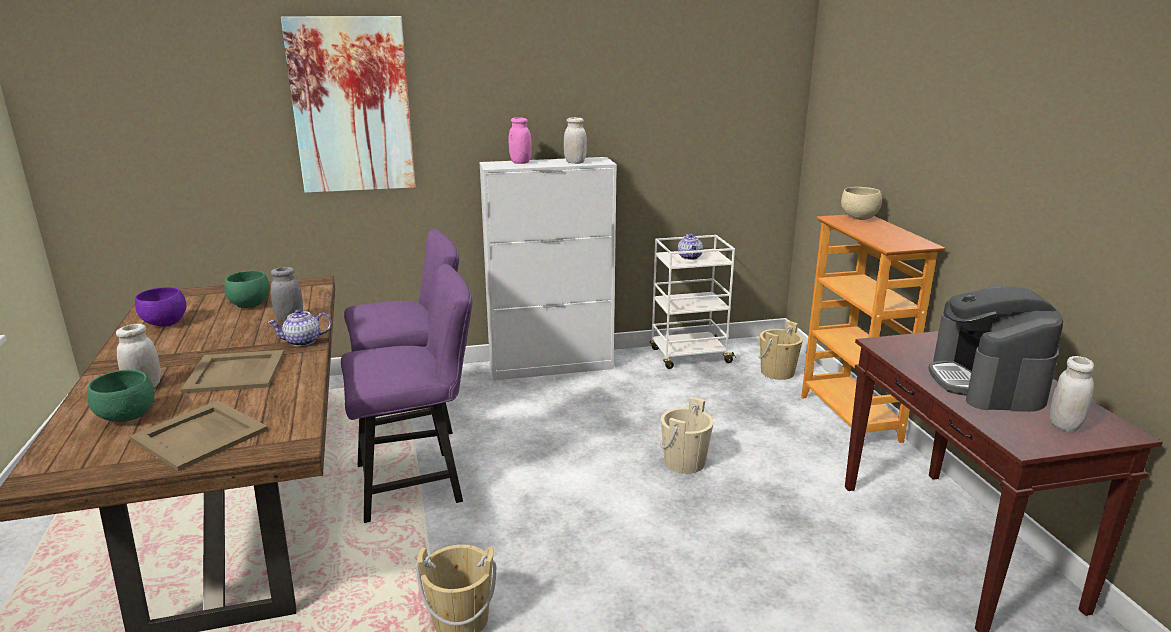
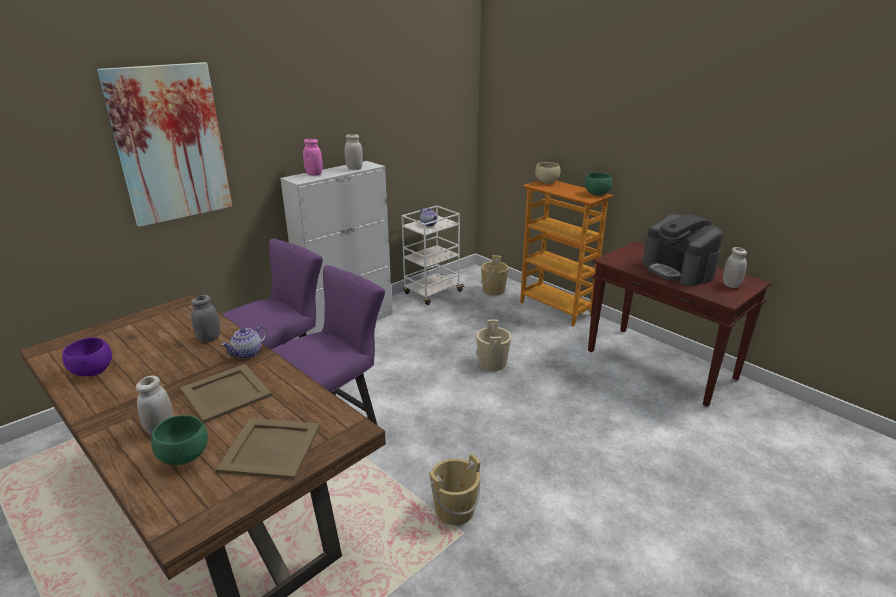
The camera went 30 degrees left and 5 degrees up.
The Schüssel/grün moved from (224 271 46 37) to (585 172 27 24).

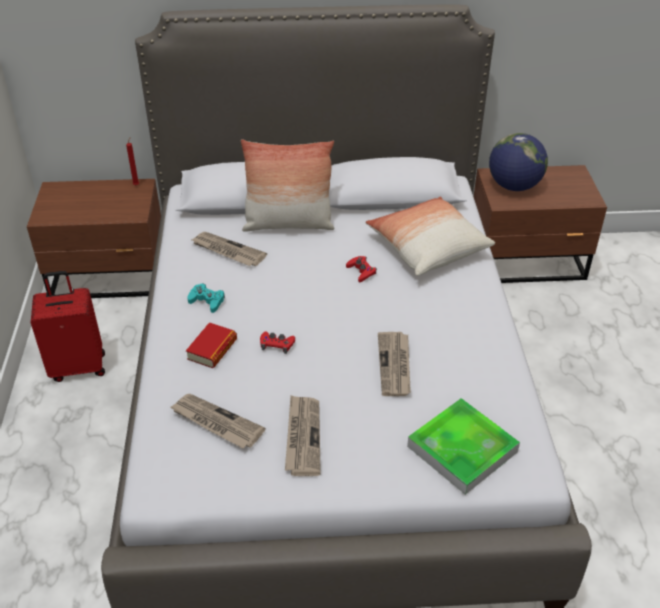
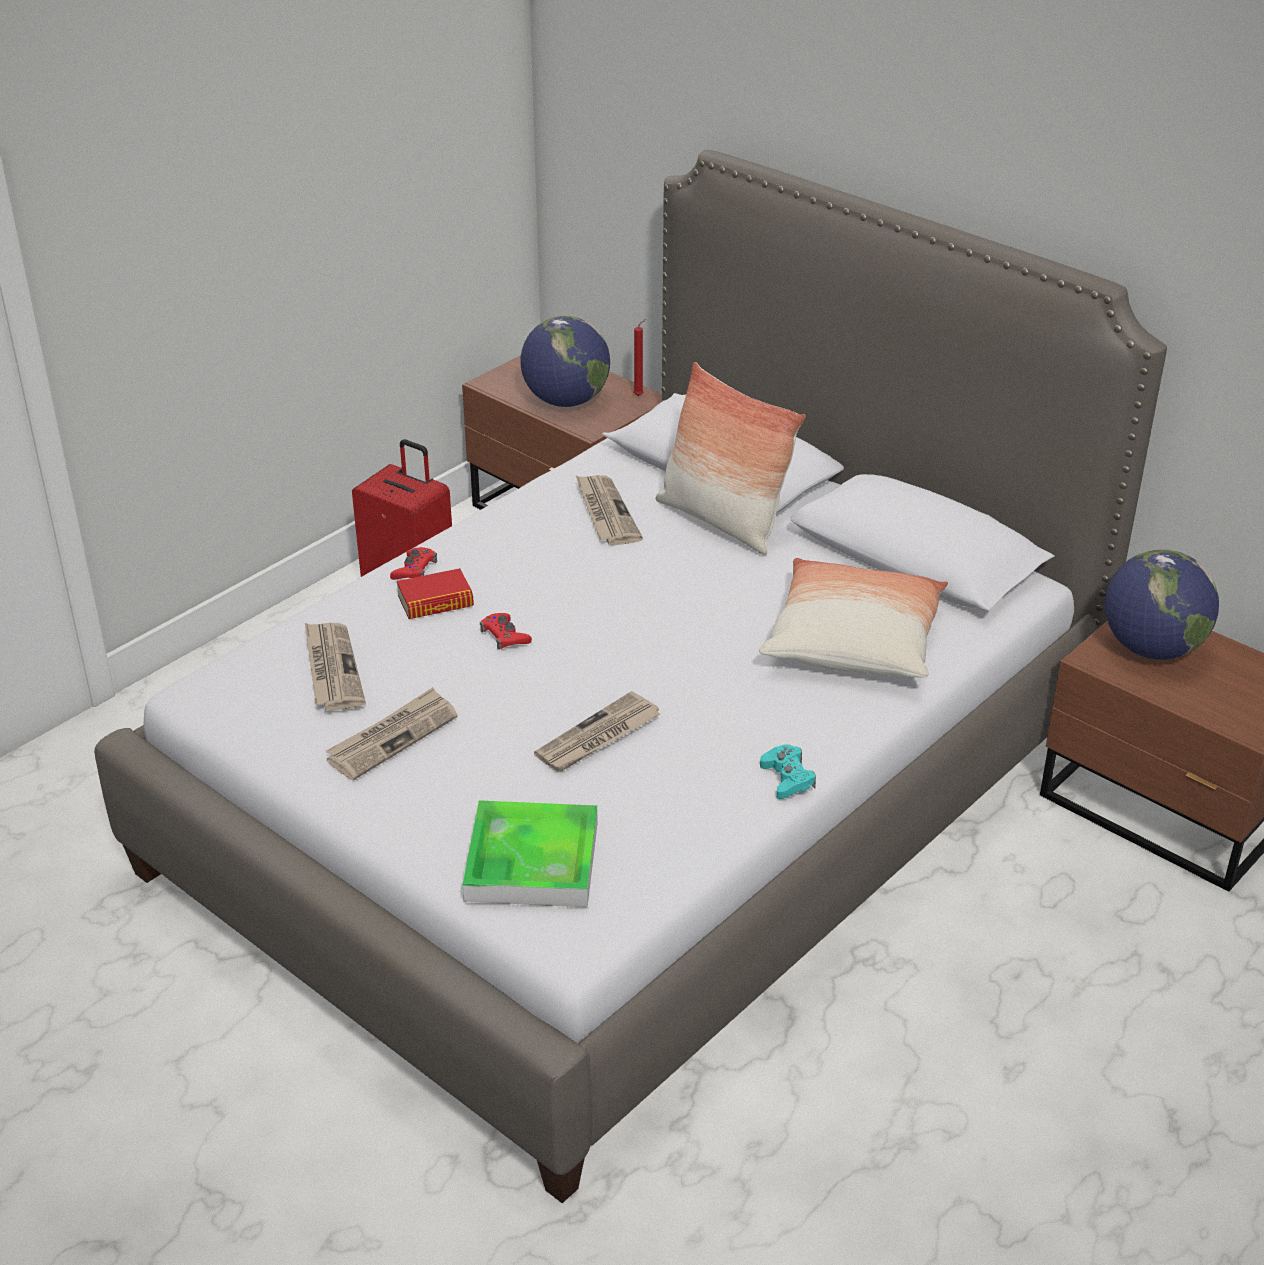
The camera went 45 degrees right and 5 degrees down.
The Gamepad/türkis moved from (187 283 38 30) to (760 744 56 55).
The Gamepad/rot moved from (346 256 31 26) to (390 547 47 33).
The Globus at (521 316 89 91) appeared.

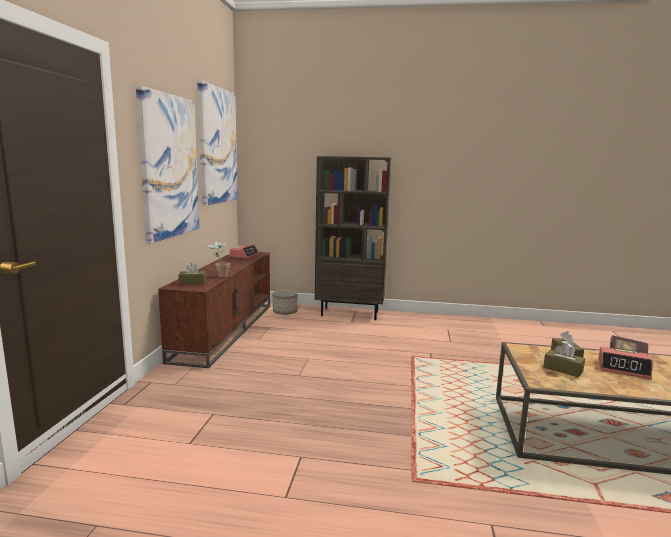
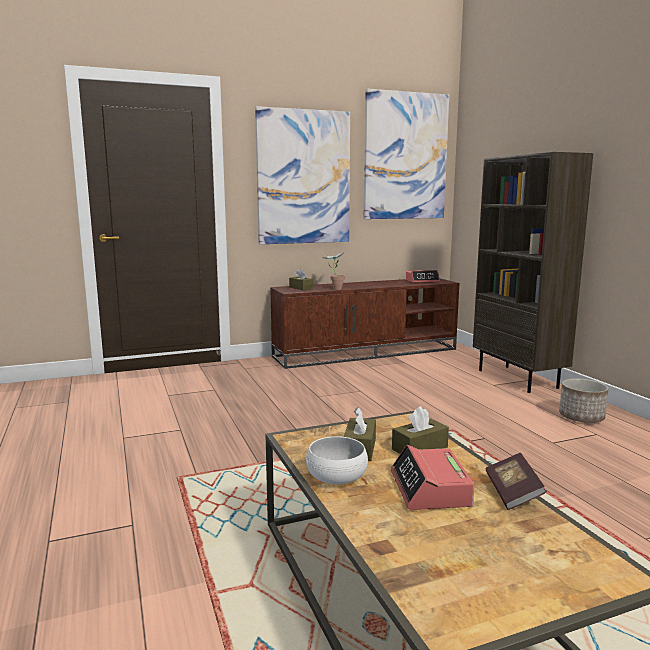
The camera went 60 degrees right and 0 degrees up.
The Pflanzkübel moved from (273 290 25 25) to (559 378 50 45).
The Schüssel/weiß at (306 436 62 49) appeared.

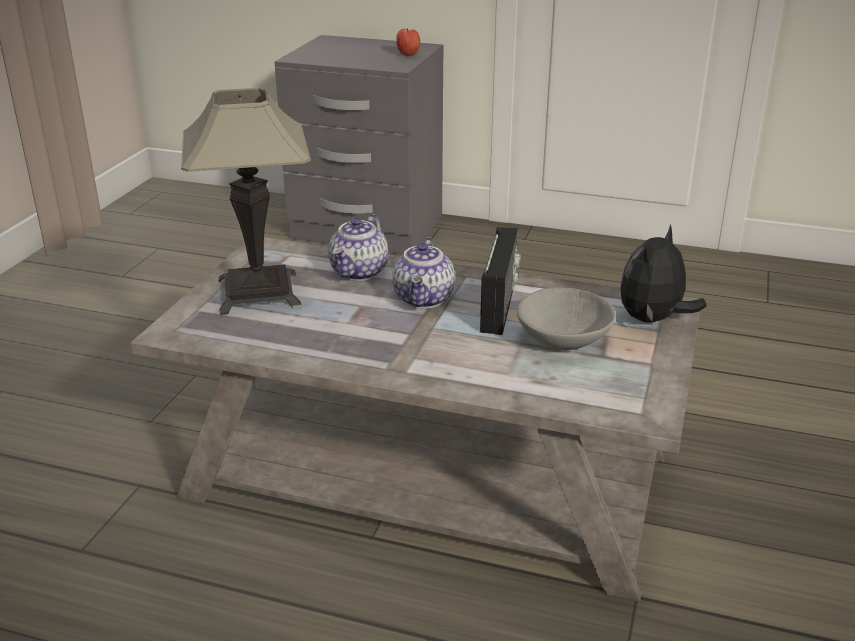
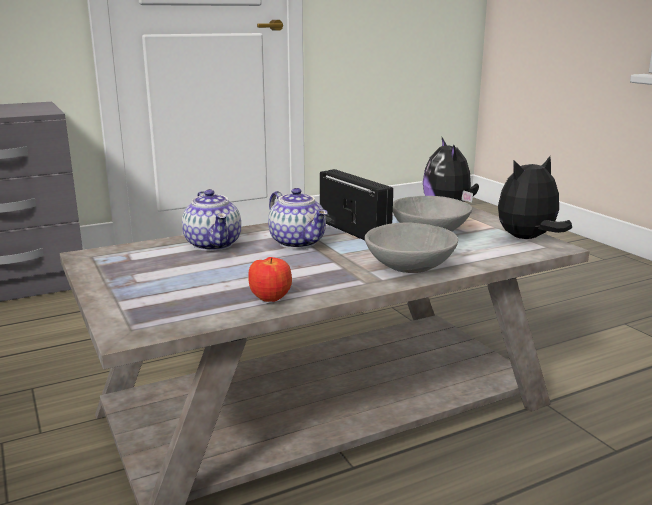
The camera went 45 degrees left and 10 degrees down.
The Tischlampe at (181 88 130 227) disappeared.
The Apfel moved from (396 28 24 28) to (248 257 44 45).
The Schüssel/grau at (365 222 93 51) appeared.
The Plüschtier at (498 156 74 83) appeared.

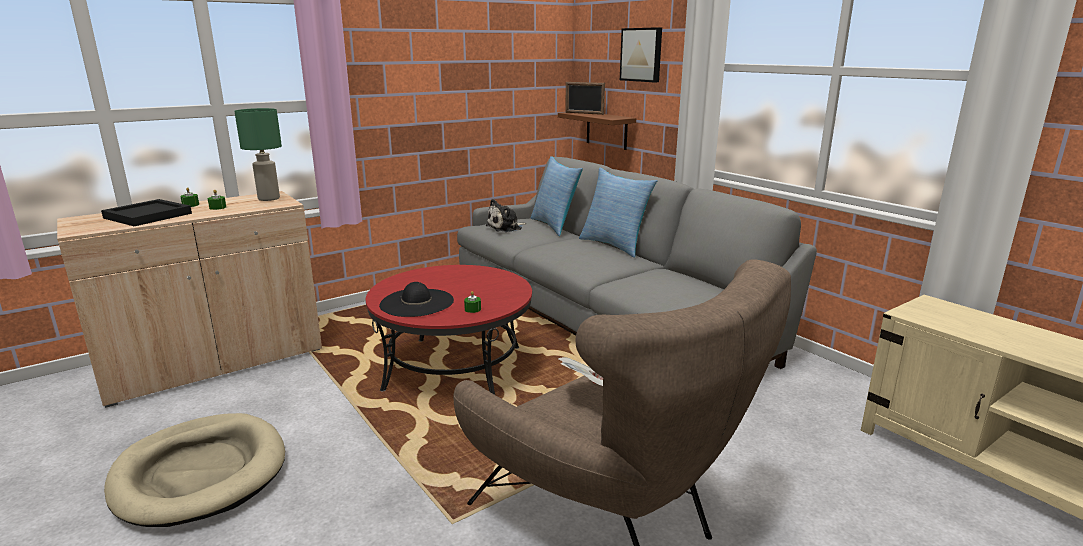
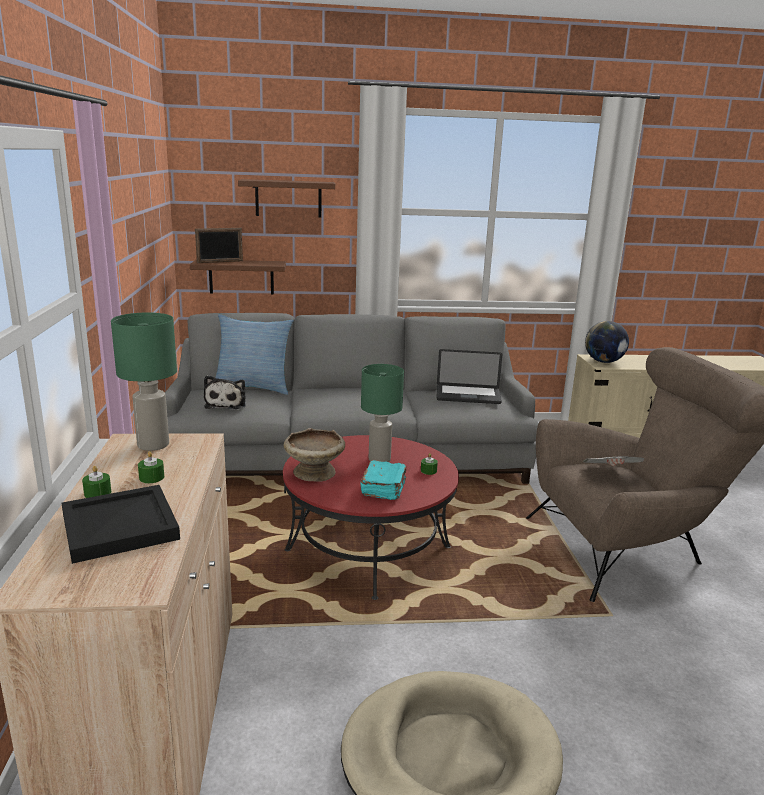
The camera went 60 degrees left and 0 degrees up.
The Hut/schwarz at (379 282 75 35) was replaced by the Buch/türkis at (360 460 46 40).
The Kissen at (579 168 79 90) disappeared.
The Bild at (620 27 42 55) was replaced by the Wandregal/braun at (238 179 97 39).
The Schüssel/beige at (284 428 61 54) appeared.
The Tischlampe/grün at (361 364 43 98) appeared.
The Laptop at (437 349 65 55) appeared.
The Globus at (585 321 44 42) appeared.

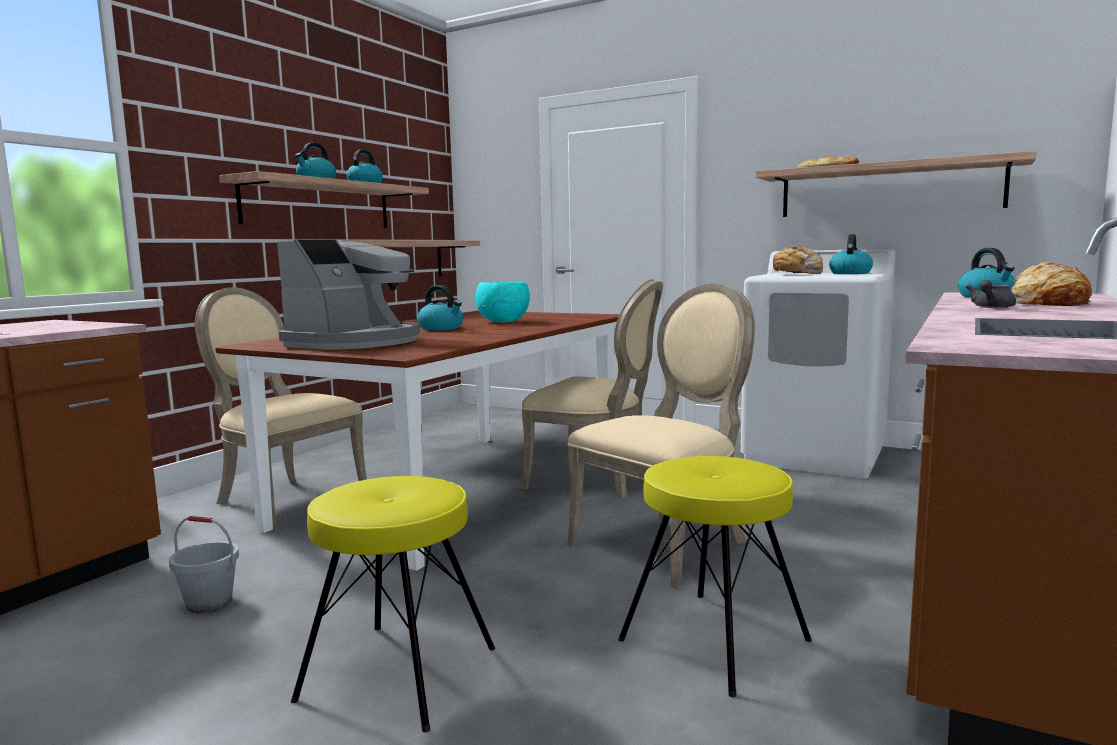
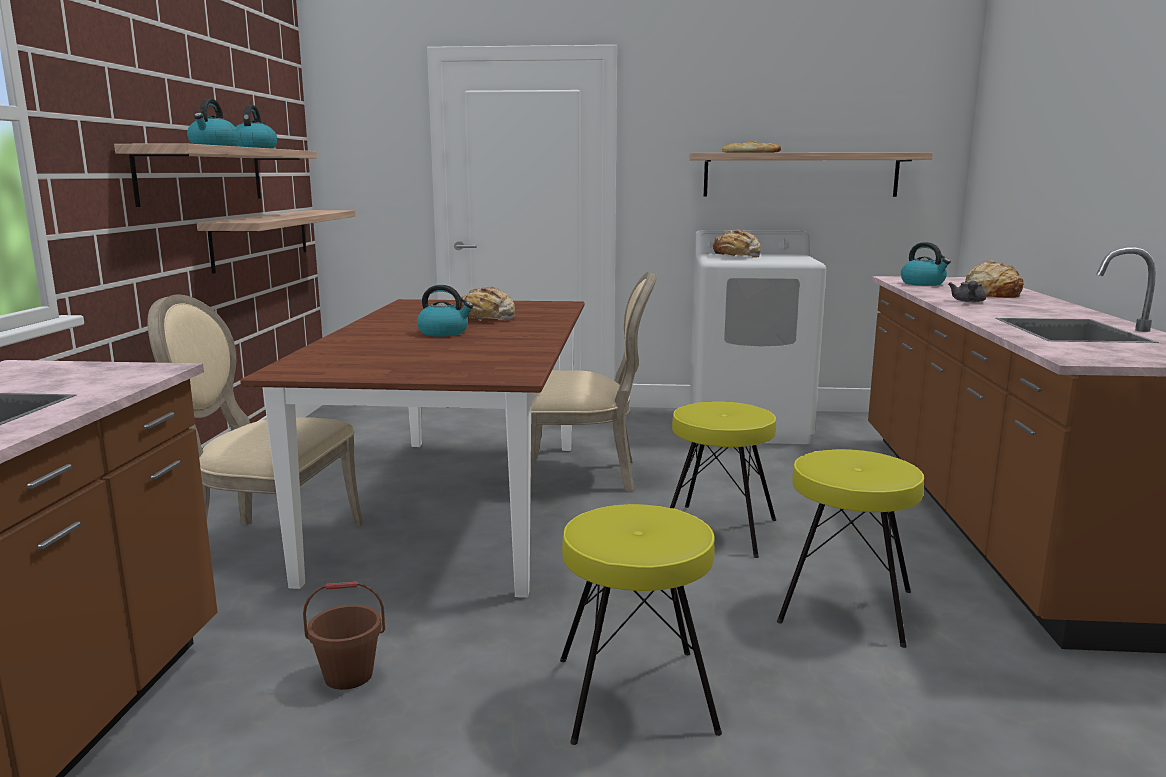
The camera went 25 degrees left and 5 degrees up.
The Eimer/grau at (169 516 70 97) became the Eimer/braun at (303 582 82 108).
The Kaffeemaschine at (277 240 143 110) disappeared.
The Schüssel/türkis at (475 282 55 40) was replaced by the Brot at (461 287 54 34).
The Stuhl/beige at (567 283 188 306) was replaced by the Hocker/gelb at (670 401 106 157).
The Wasserkessel at (829 234 44 40) disappeared.

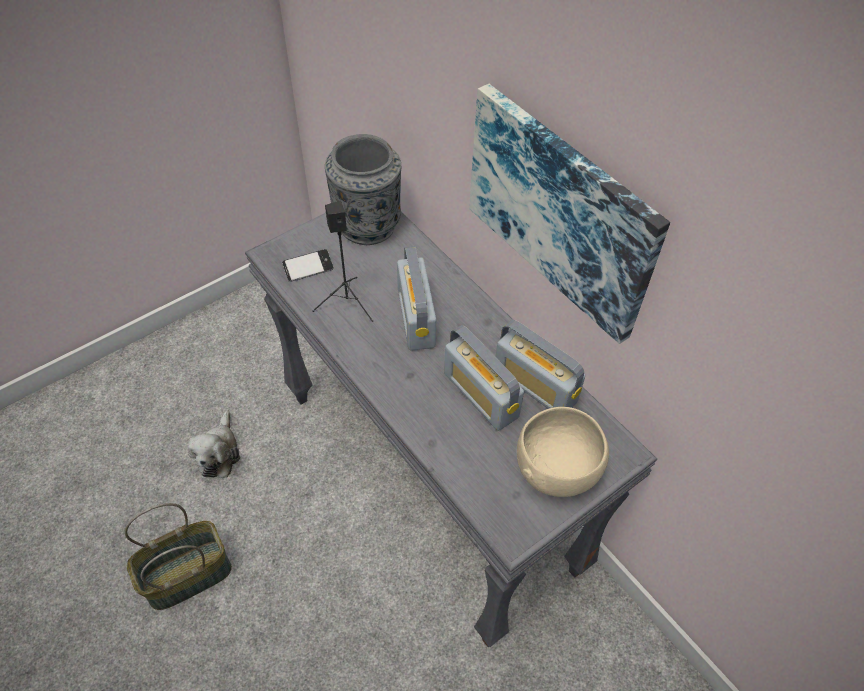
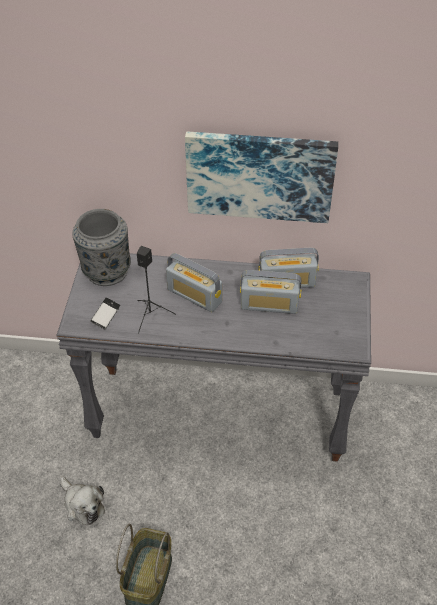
The camera went 45 degrees left and 5 degrees down.
The Schüssel/beige at (517 407 92 90) disappeared.

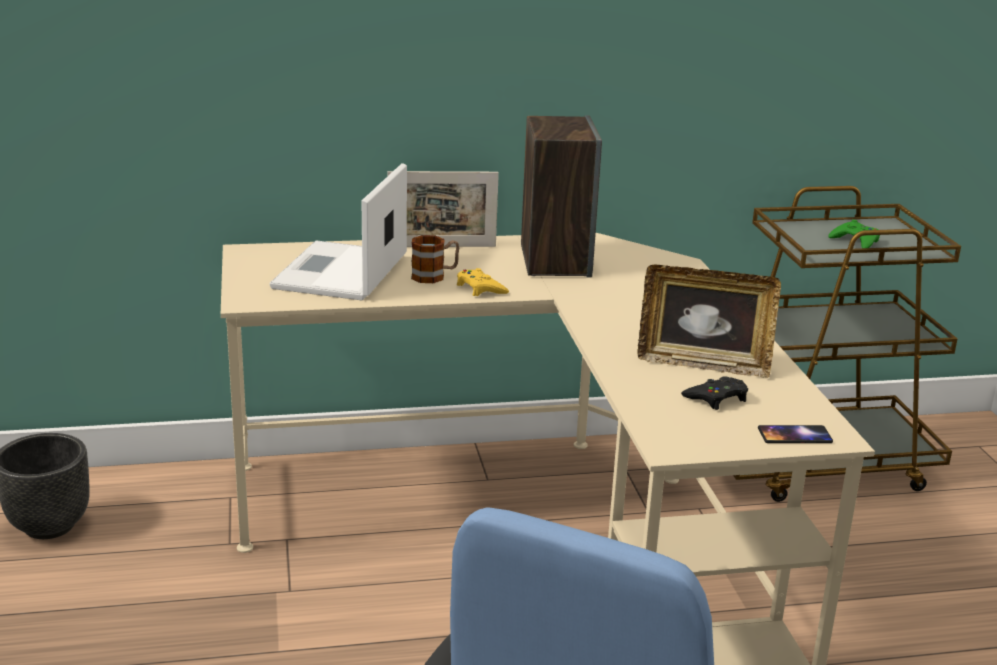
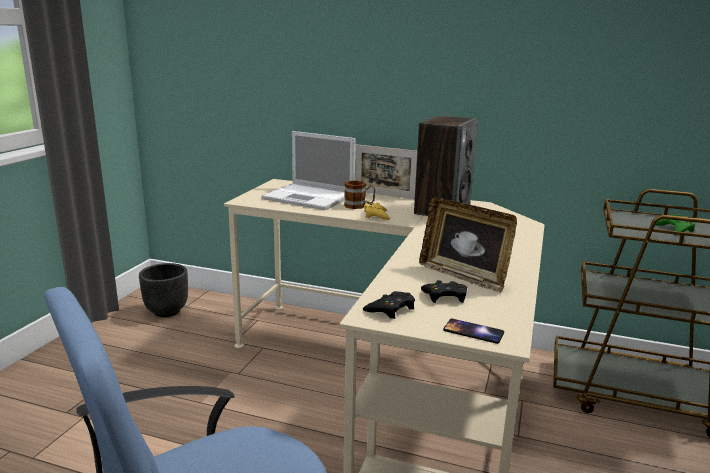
The camera went 30 degrees right and 5 degrees down.
The Laptop at (269 163 138 138) turned 105 degrees counterclockwise.
The Gamepad/schwarz at (363 291 52 28) appeared.

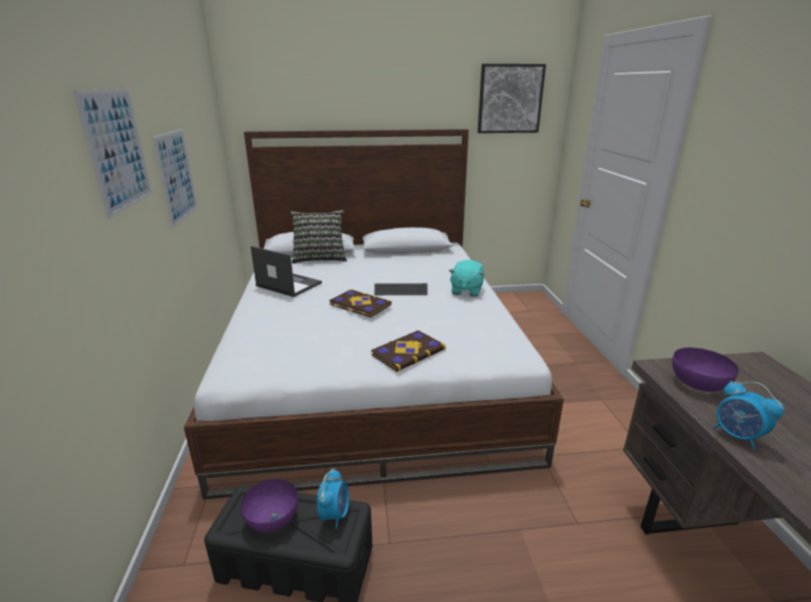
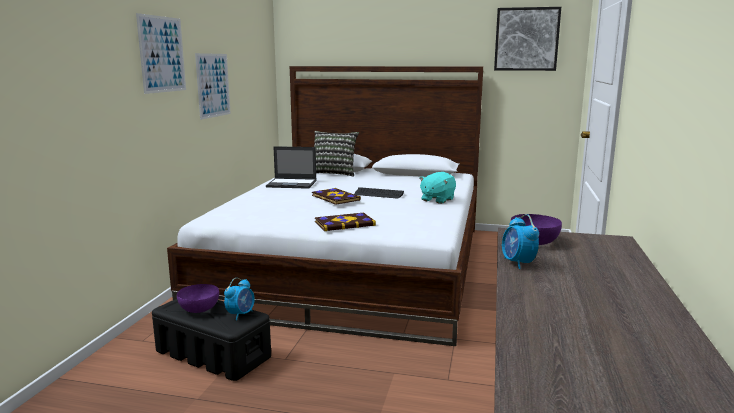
The camera went 20 degrees right and 10 degrees down.
The Laptop at (251 246 71 51) turned 135 degrees clockwise.

